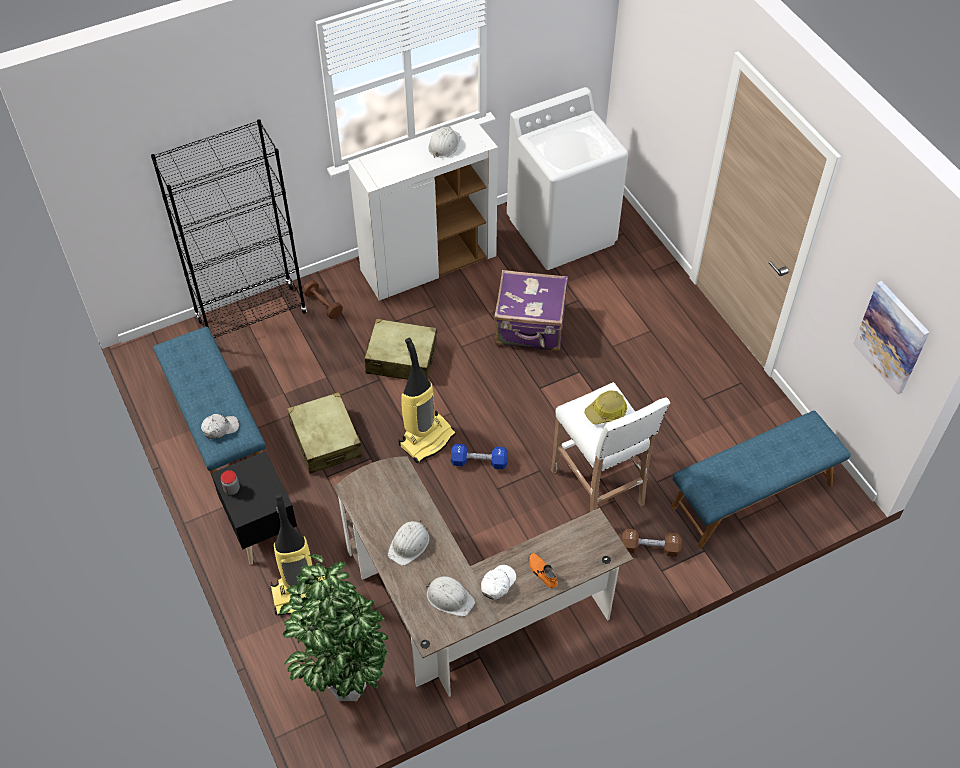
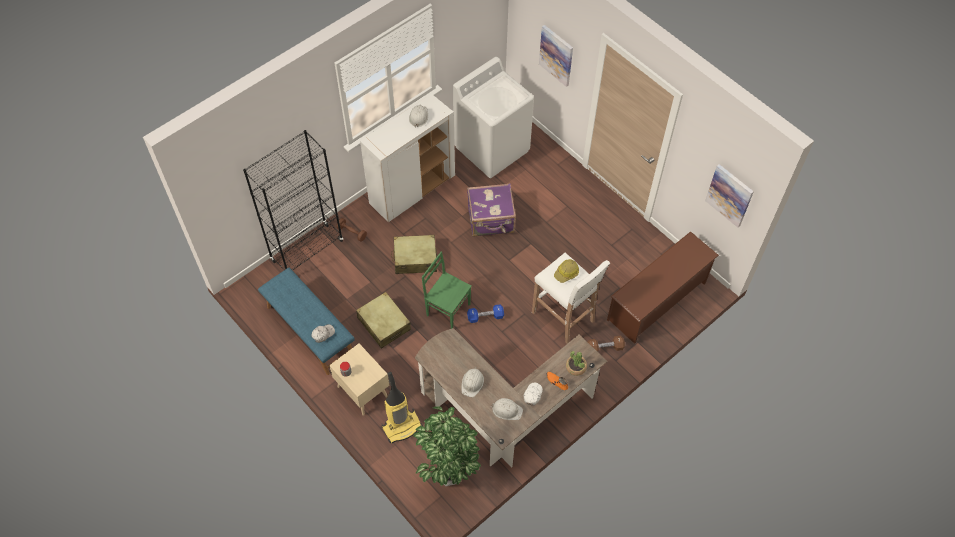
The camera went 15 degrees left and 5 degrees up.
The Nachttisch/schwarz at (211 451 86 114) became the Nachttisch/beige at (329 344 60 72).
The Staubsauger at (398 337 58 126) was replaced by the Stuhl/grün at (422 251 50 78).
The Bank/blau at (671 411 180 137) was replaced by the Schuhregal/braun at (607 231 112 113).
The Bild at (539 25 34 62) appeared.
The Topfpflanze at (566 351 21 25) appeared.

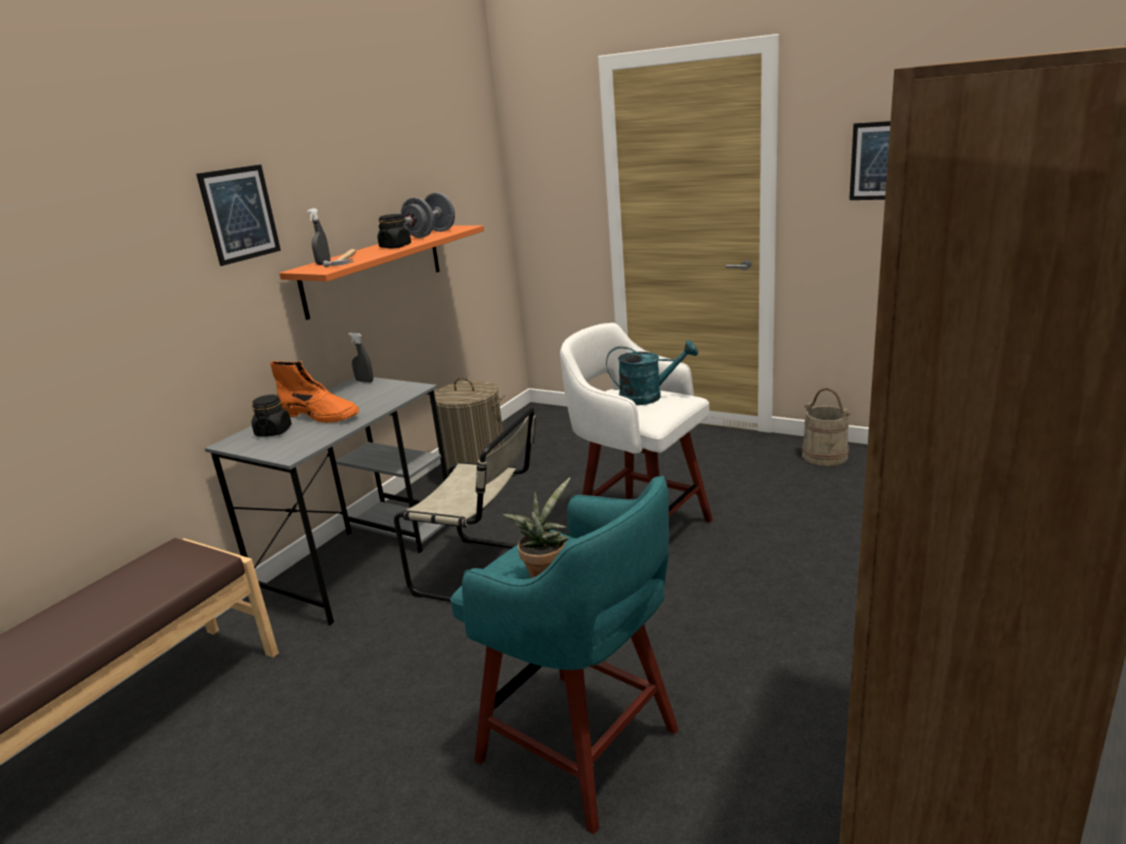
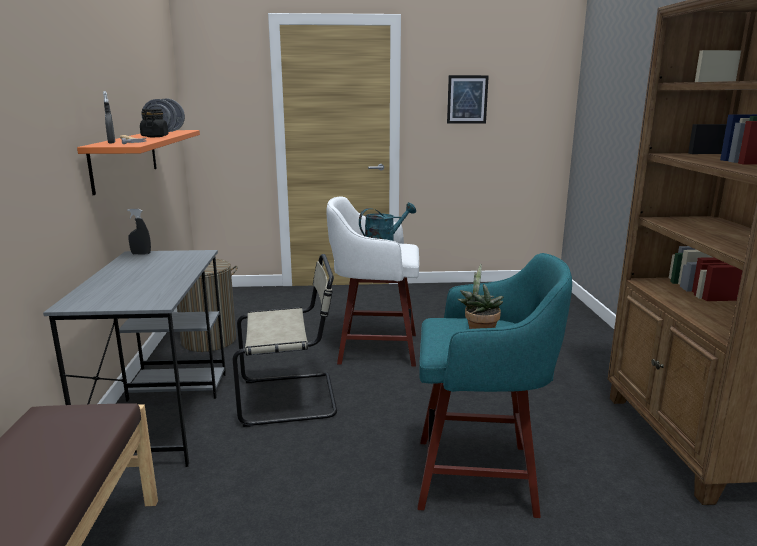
The camera went 35 degrees left and 5 degrees down.
The Bild at (196 164 85 102) disappeared.
The Vorratsglas/schwarz at (252 395 40 41) disappeared.
The Stiefel/orange at (270 361 89 62) disappeared.
The Eimer/beige at (802 388 48 78) disappeared.

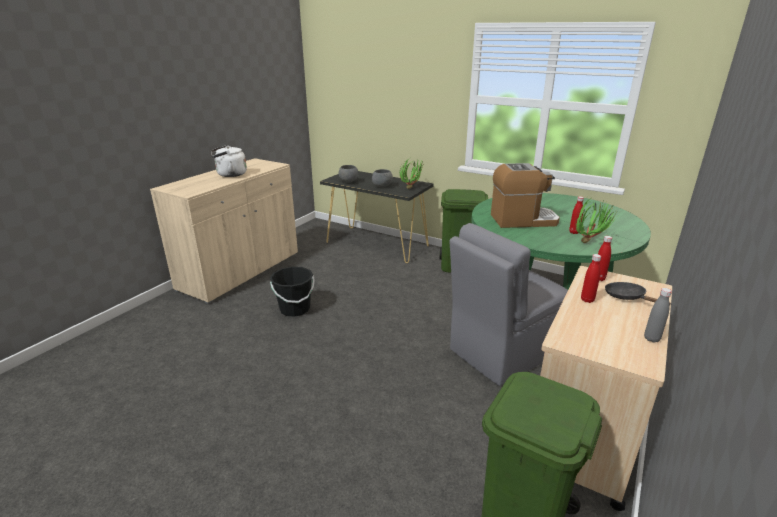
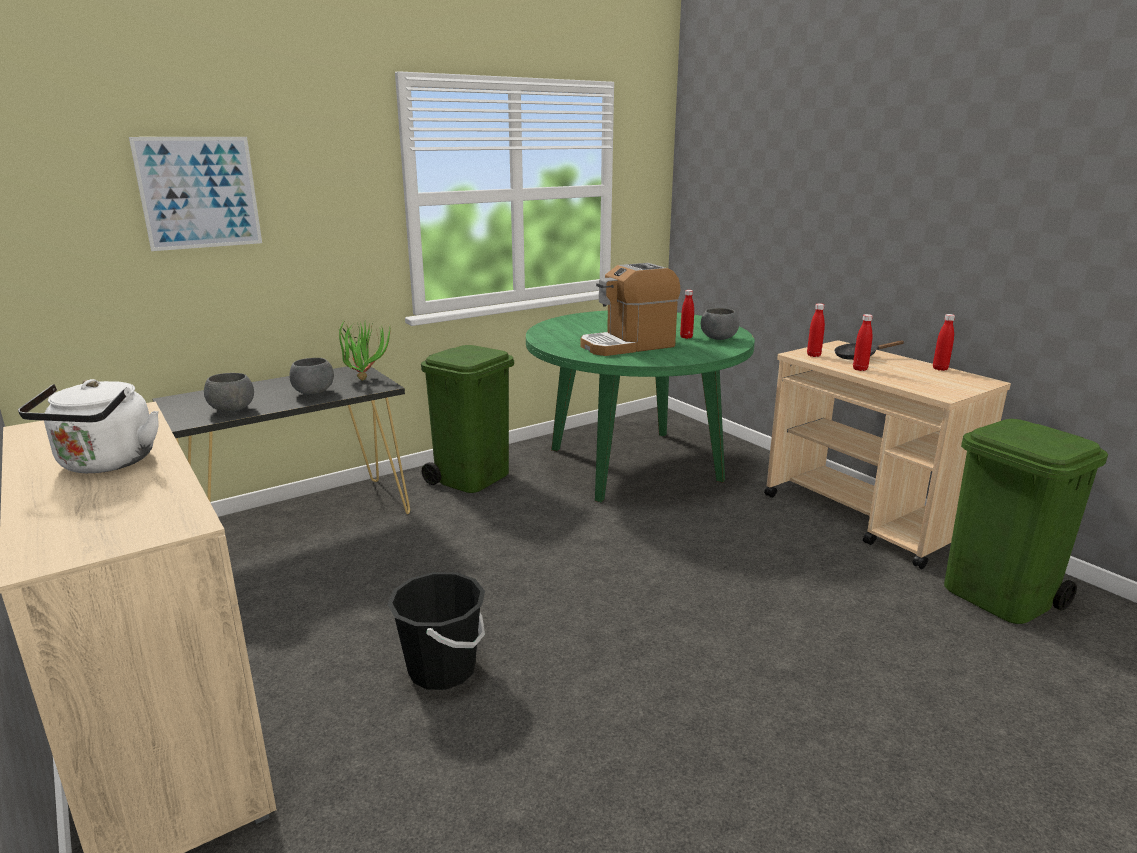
The camera went 65 degrees left and 5 degrees down.
The Stuhl/grau at (449 223 119 163) disappeared.
The Kaffeemaschine at (491 163 69 65) turned 135 degrees counterclockwise.
The Topfpflanze at (576 198 42 45) was replaced by the Schüssel/grau at (701 308 38 32).
The Flasche/grau at (644 288 28 55) became the Flasche/rot at (933 314 22 57).
The Bild at (129 137 133 114) appeared.

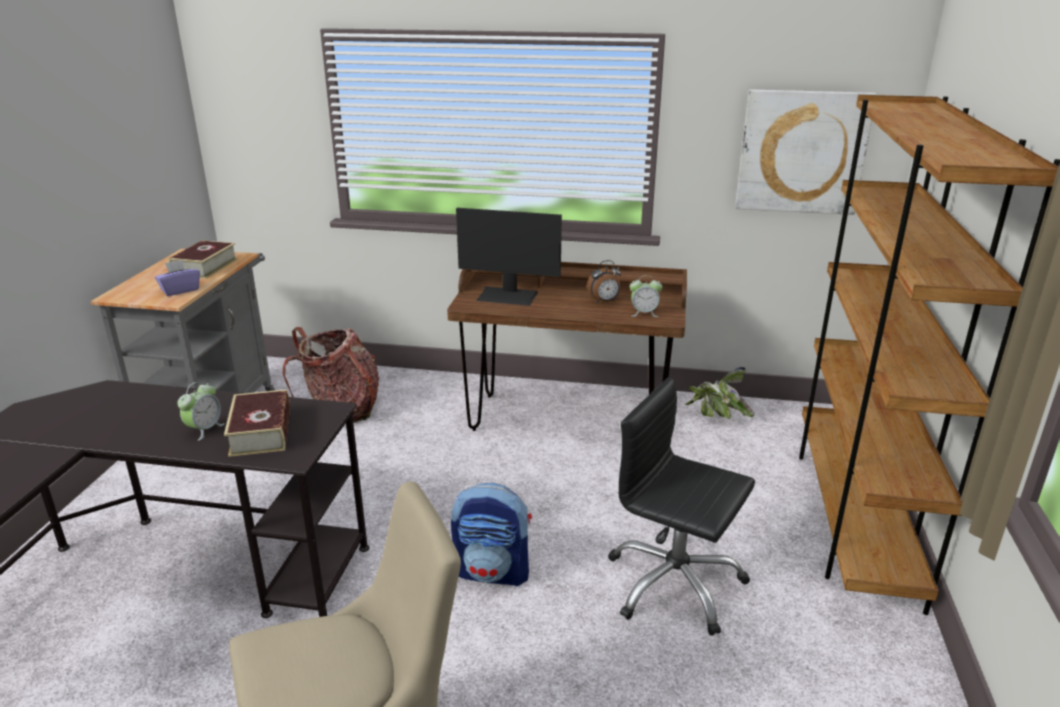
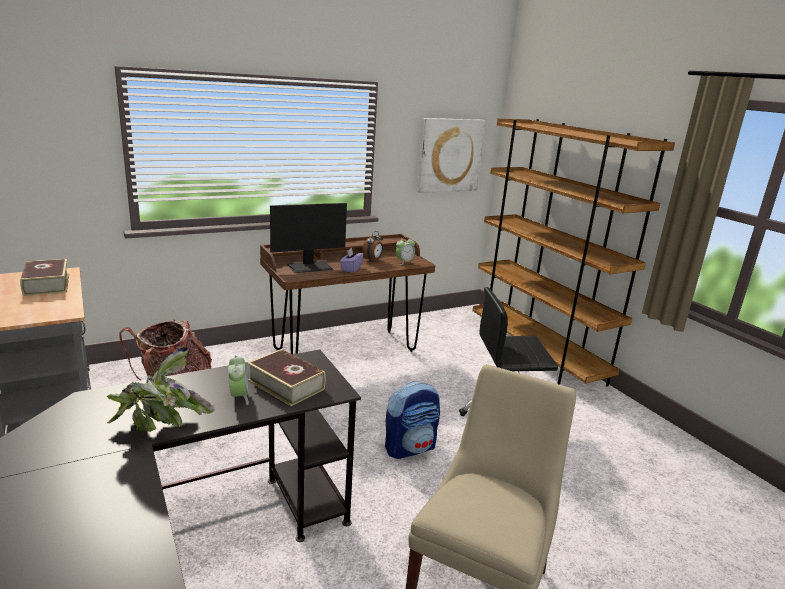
The camera went 40 degrees left and 5 degrees down.
The Taschentuchbox/lila moved from (155 260 45 36) to (340 248 23 25).
The Topfpflanze moved from (685 367 70 52) to (106 347 109 85).

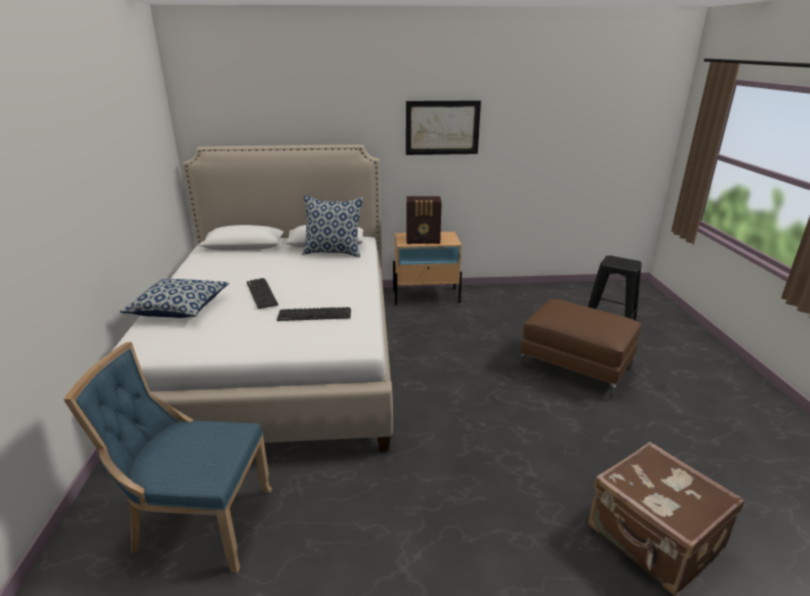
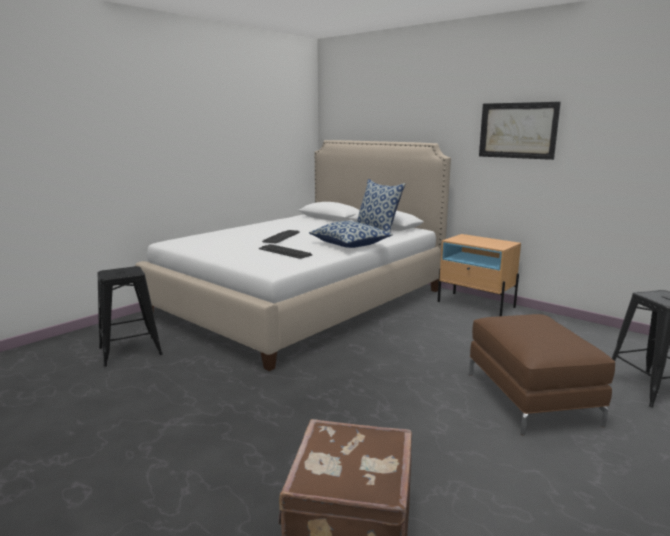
The camera went 45 degrees right and 10 degrees down.
The Stuhl/blau at (64 342 208 231) was replaced by the Hocker/schwarz at (97 266 66 101).
The Kissen moved from (120 279 109 39) to (309 221 84 27).
The Radio at (407 196 35 48) disappeared.

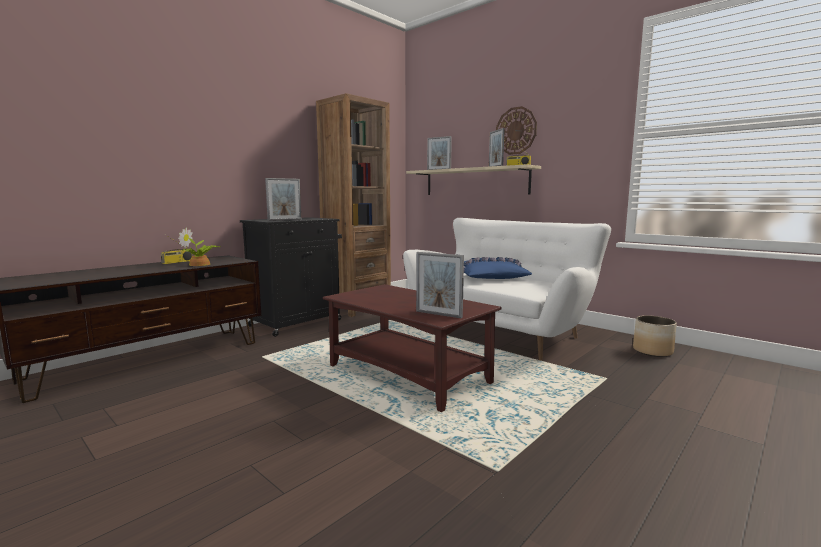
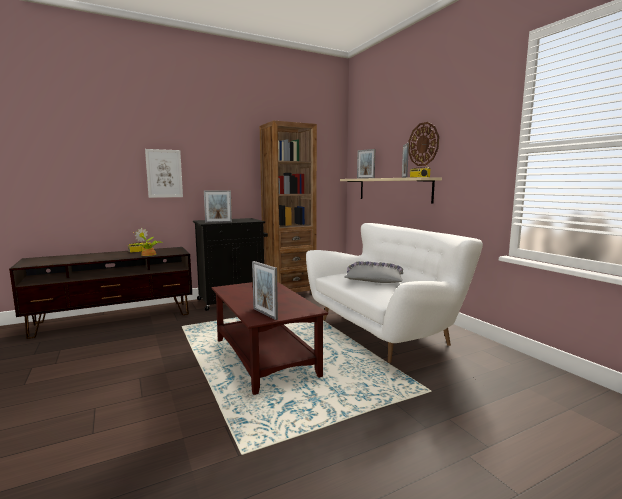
The camera went 20 degrees right and 0 degrees up.
The Kissen/blau at (464 257 68 22) became the Kissen/grau at (344 261 59 22).
The Pflanzkübel at (633 315 44 42) disappeared.
The Bild at (145 149 38 49) appeared.

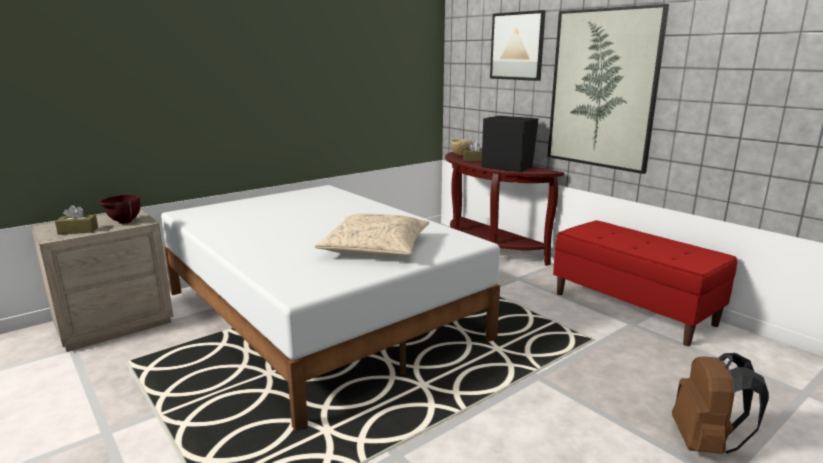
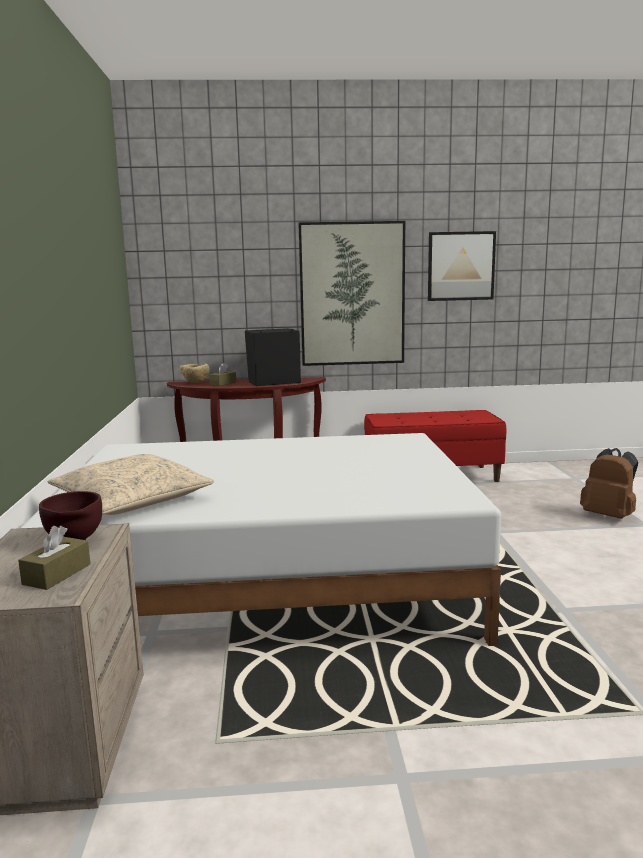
The camera went 55 degrees left and 5 degrees down.
The Kissen/beige moved from (314 213 116 44) to (48 454 166 61).
The Bild moved from (490 10 56 71) to (428 231 68 70).

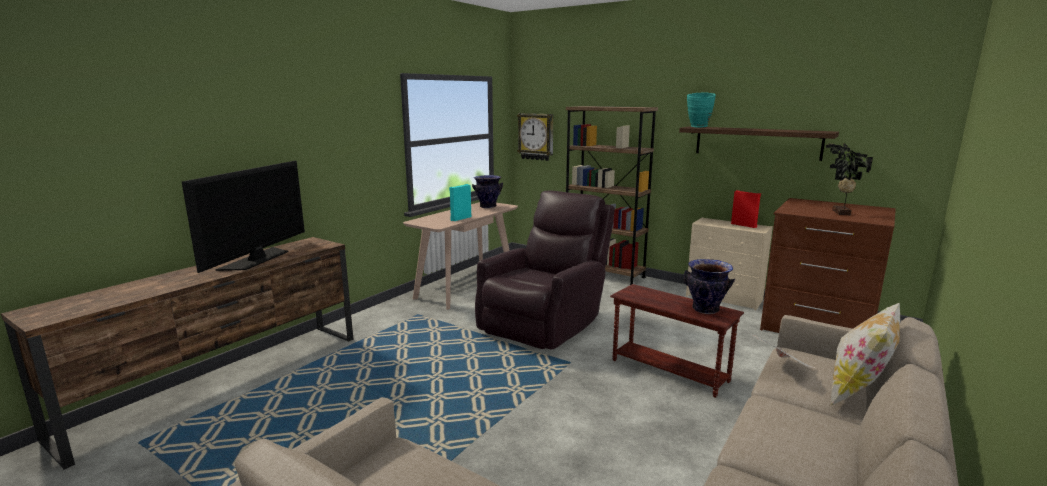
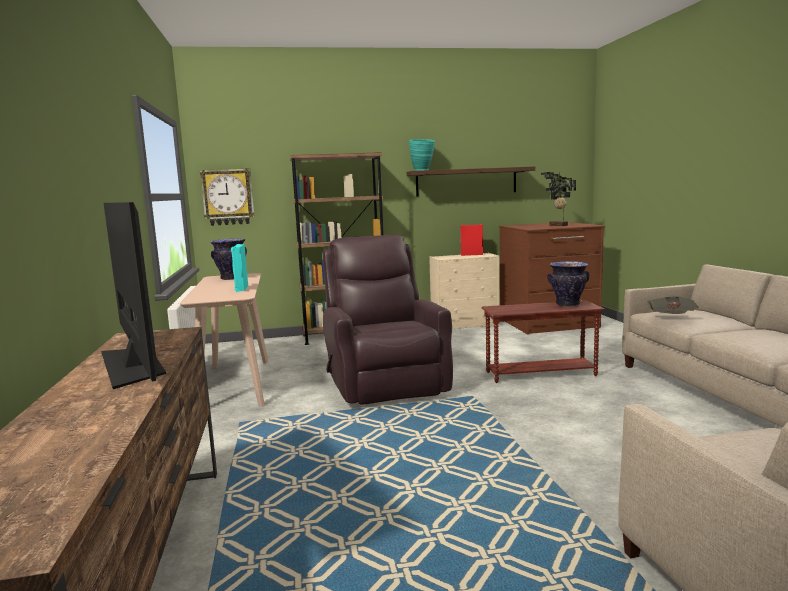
The camera went 45 degrees left and 5 degrees down.
The Kissen at (831 302 69 103) disappeared.

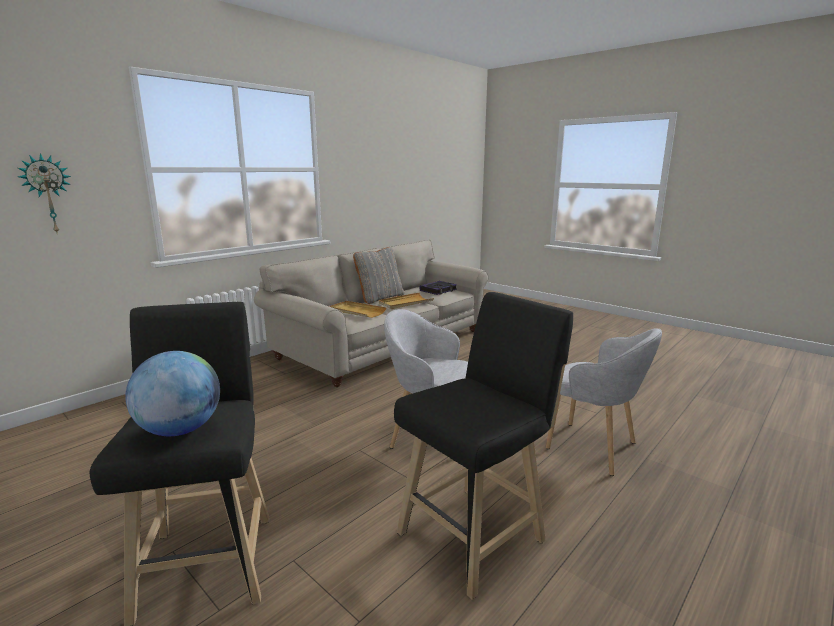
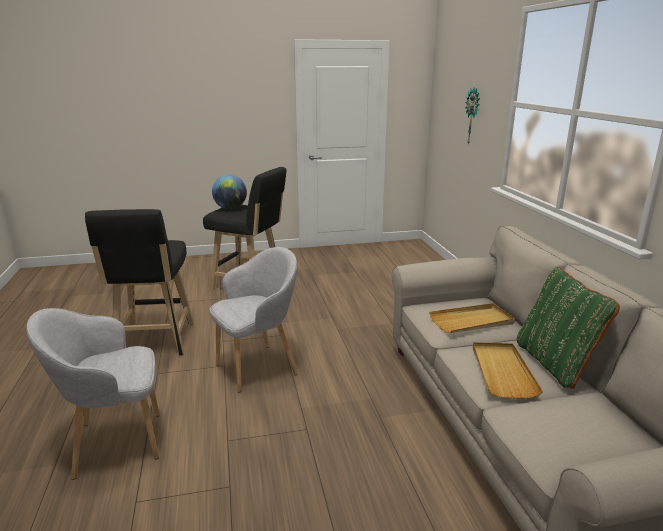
The camera went 125 degrees right and 5 degrees up.
The Kissen/grau at (353 247 51 57) became the Kissen/grün at (517 267 103 122).
The Buch at (420 281 37 14) disappeared.

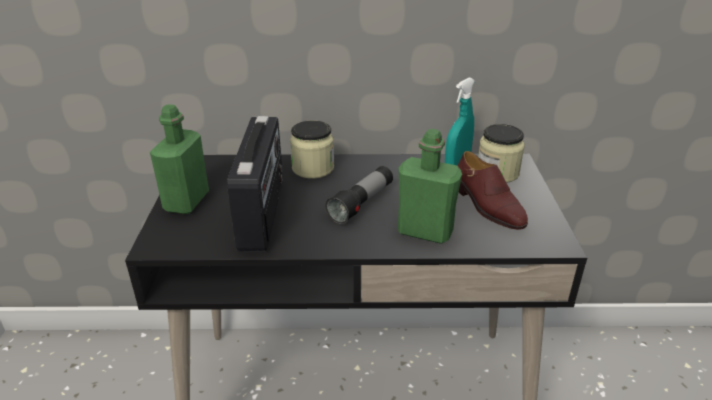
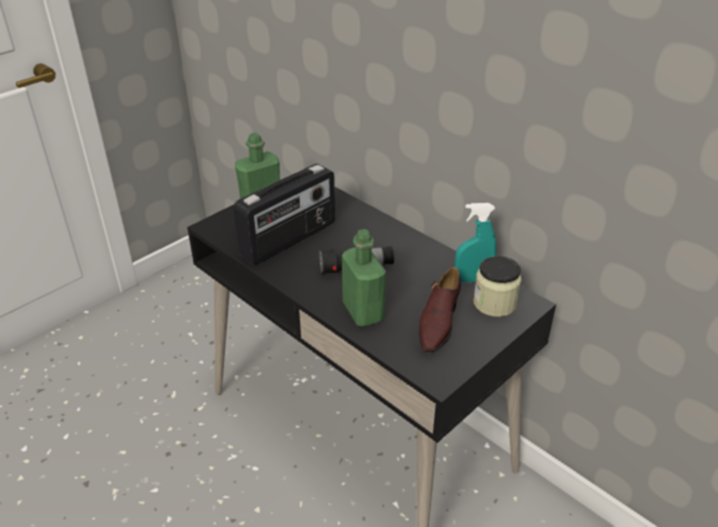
The camera went 45 degrees right and 5 degrees up.
The Vorratsglas at (290 120 44 59) disappeared.

